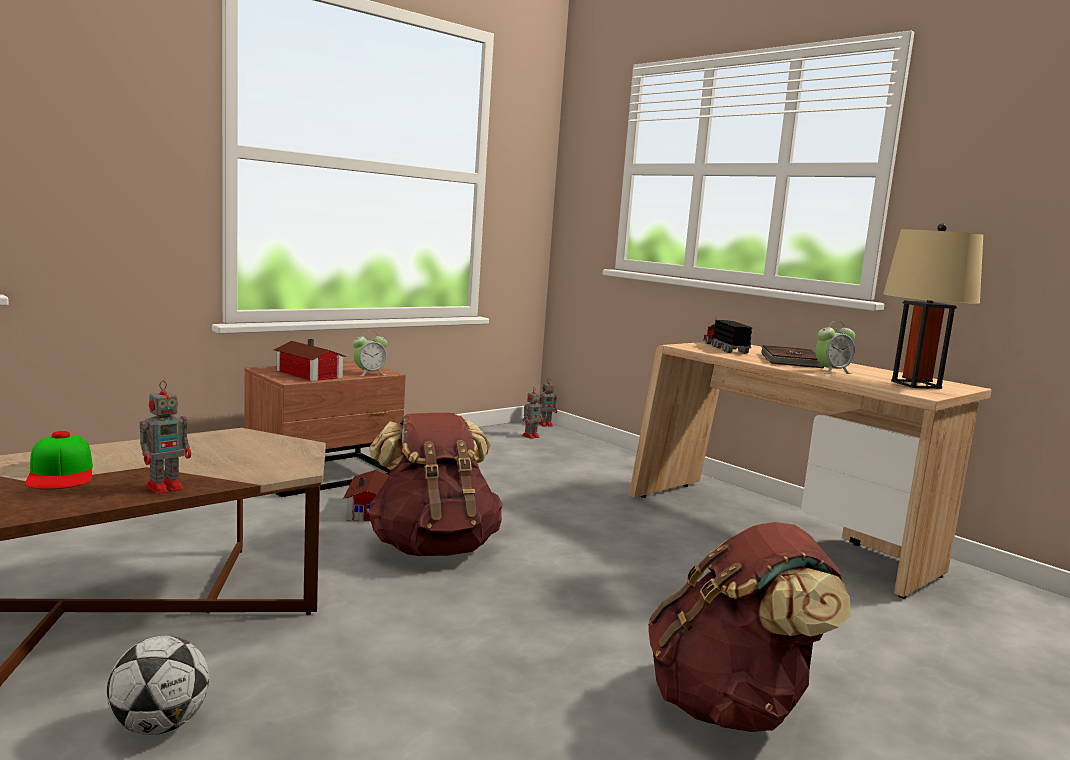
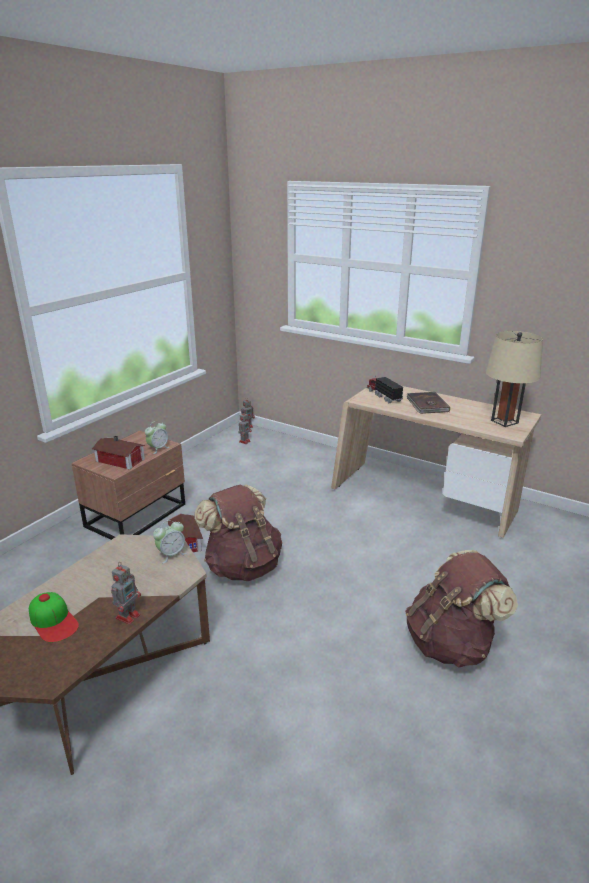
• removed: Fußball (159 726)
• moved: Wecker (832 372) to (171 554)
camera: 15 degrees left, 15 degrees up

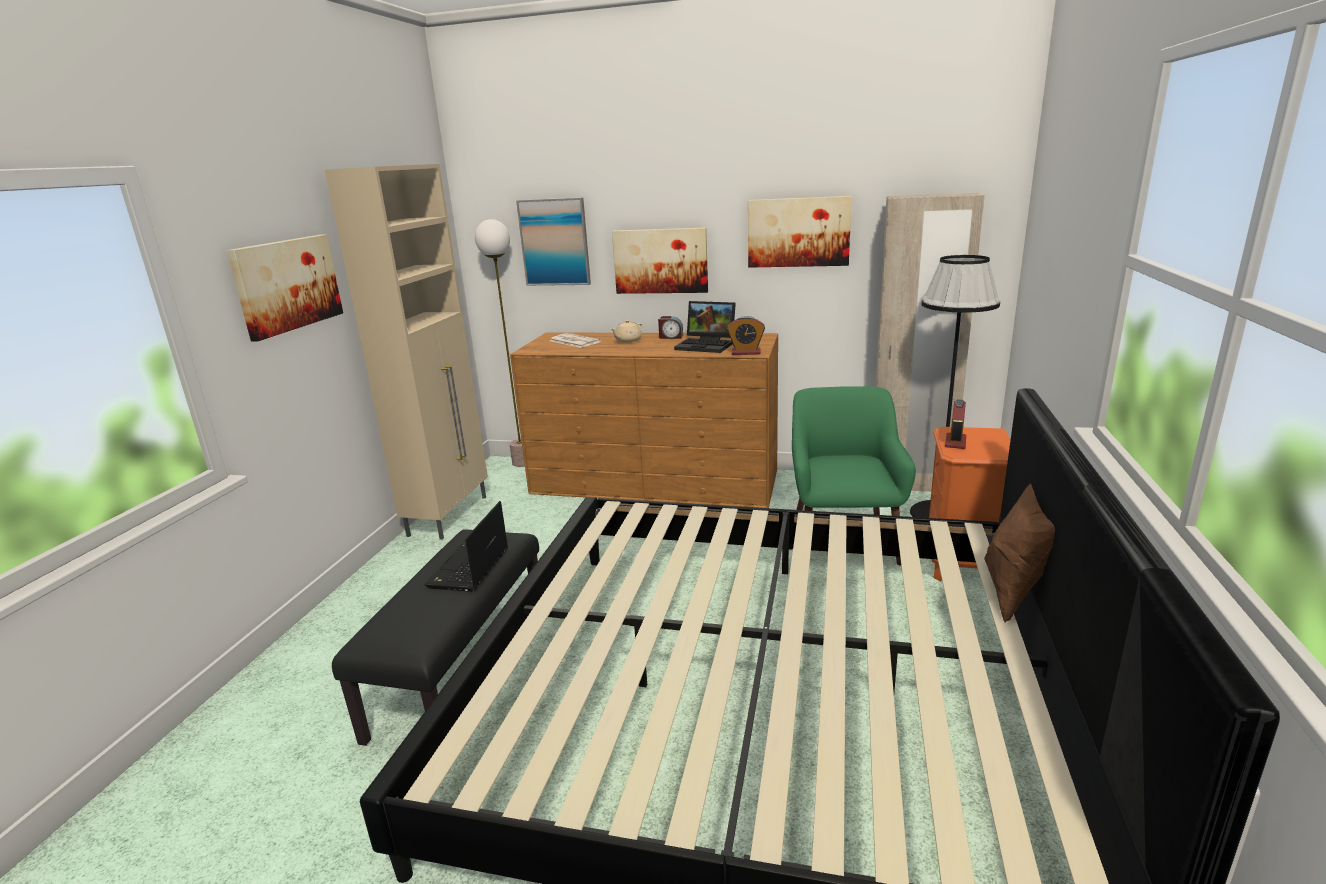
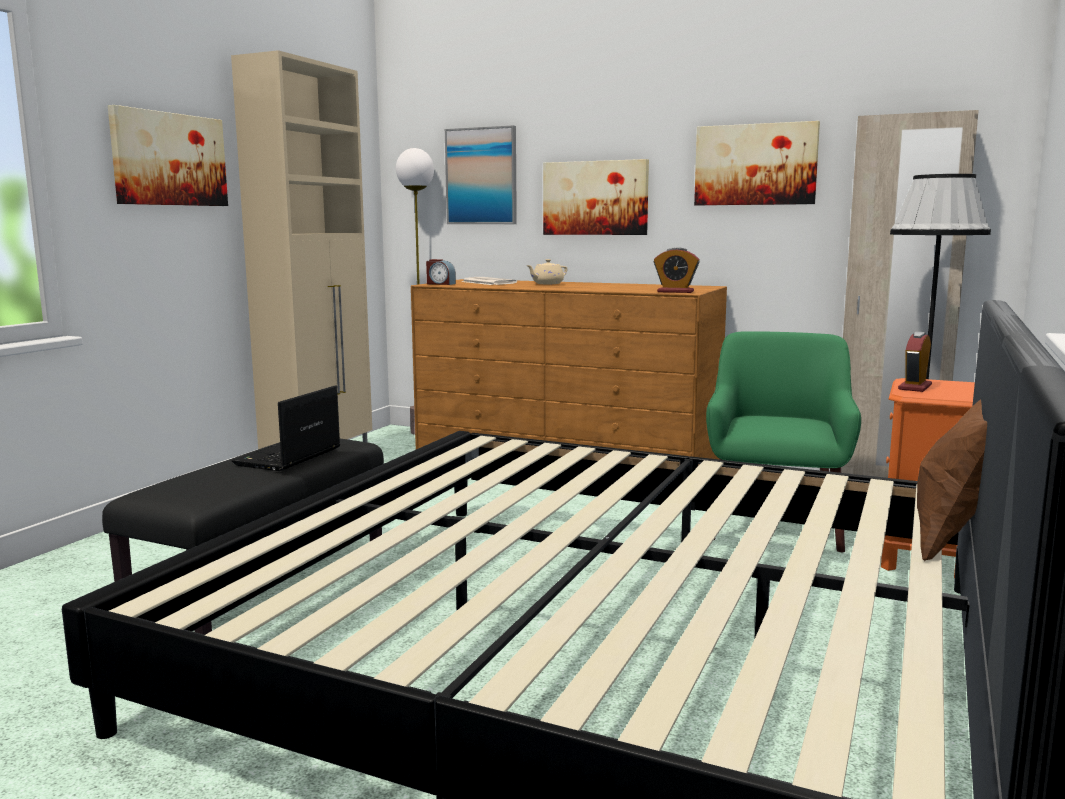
• moved: Wecker (671 337) to (440 284)
• removed: Laptop (707 345)
camera: 10 degrees right, 10 degrees down

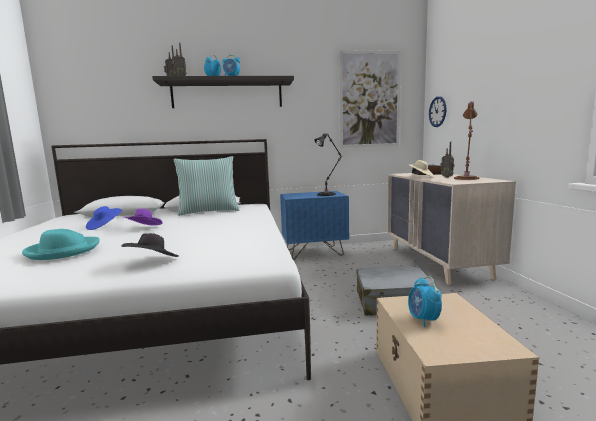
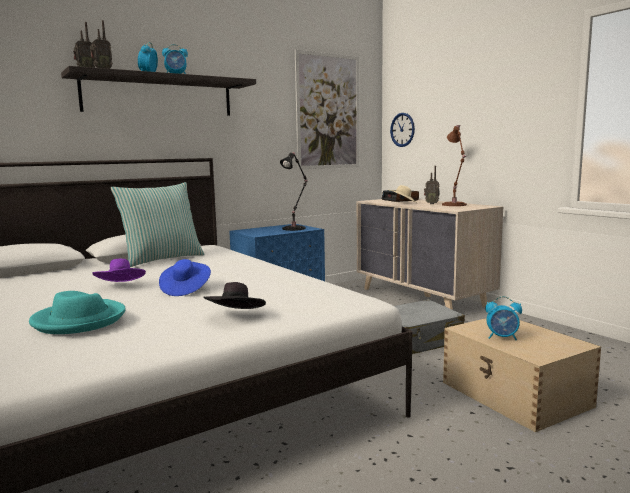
• moved: Hut (blau) (105 226) to (185 289)
• turned: Wecker (423 320) = (502 337) 45 degrees counterclockwise
camera: 25 degrees left, 0 degrees up

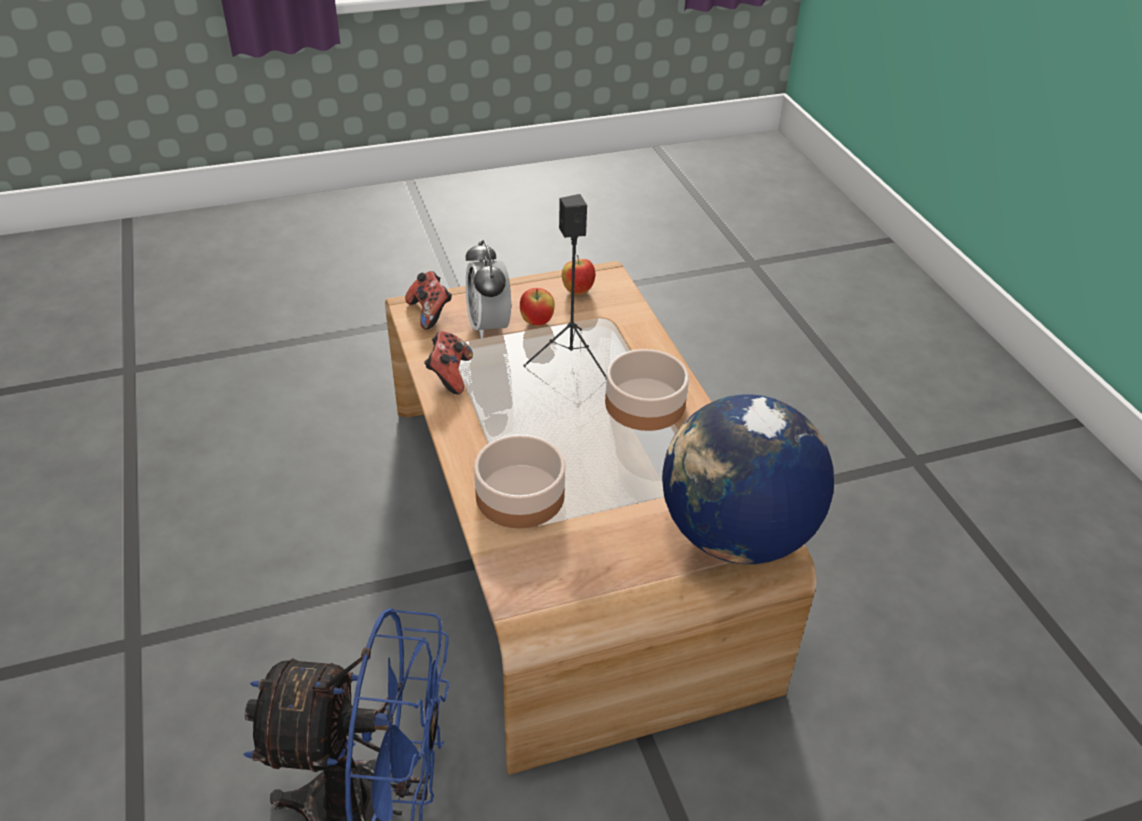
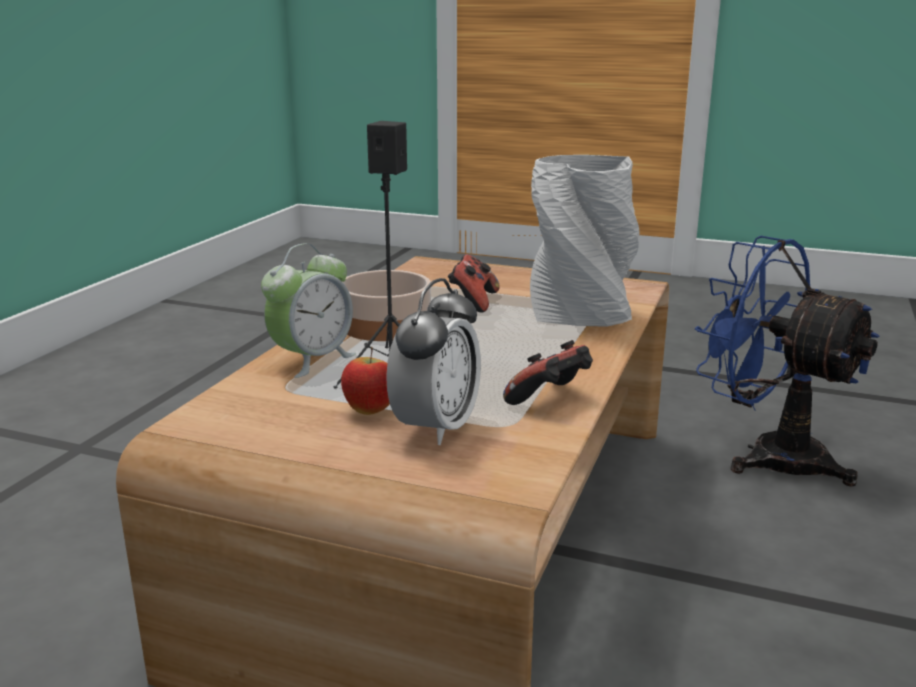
• moved: Gamepad (430 313) to (473 302)
• replaced: Schüssel (518 495) to Vase (grau) (581 315)
• removed: Apfel (578 291)
• removed: Globus (735 535)
• added: Wecker (312 360)
camera: 140 degrees left, 20 degrees down

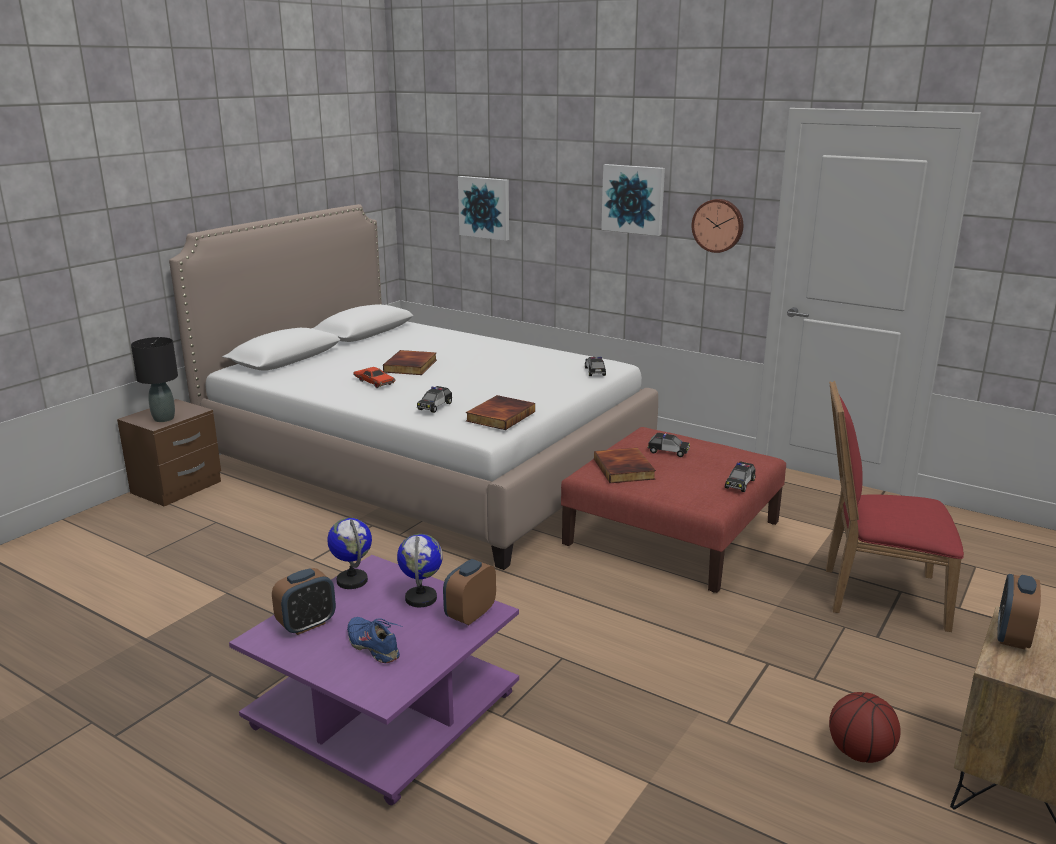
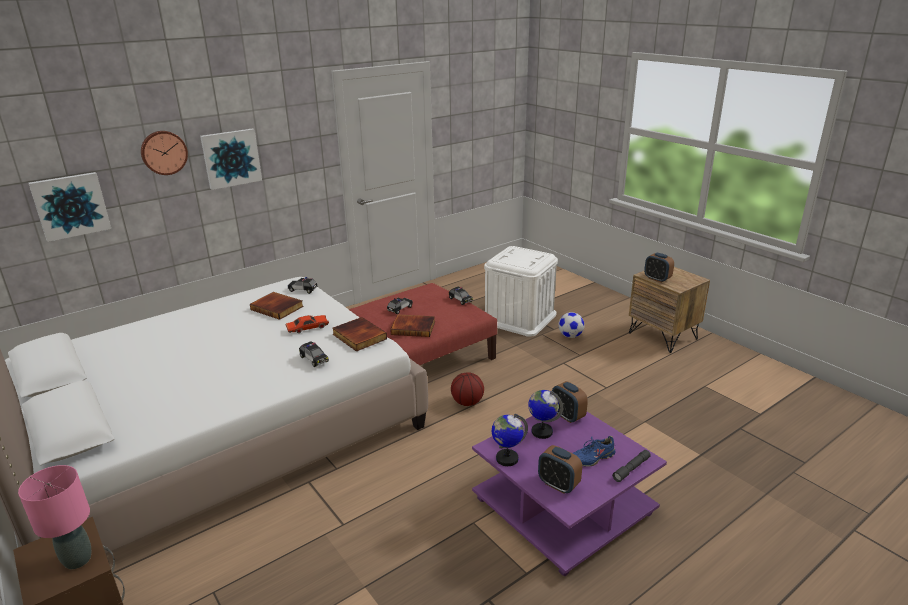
• recoloured: Tischlampe (schwarz) (163 418) to Tischlampe (rosa) (77 560)
• turned: Wecker (307 624) = (558 485) 150 degrees clockwise
• moved: Spielzeugauto (rot) (374 382) to (307 328)
• moved: Buch (411 366) to (278 308)
• moved: Wanduhr (718 225) to (163 152)
• replaced: Stuhl (rot) (875 594) to Aufbewahrungsbox (weiß) (519 318)
• moved: Basketball (859 752) to (467 402)
• added: Fußball (570 336)
• added: Taschenlampe (grau) (631 469)
camera: 70 degrees left, 5 degrees up

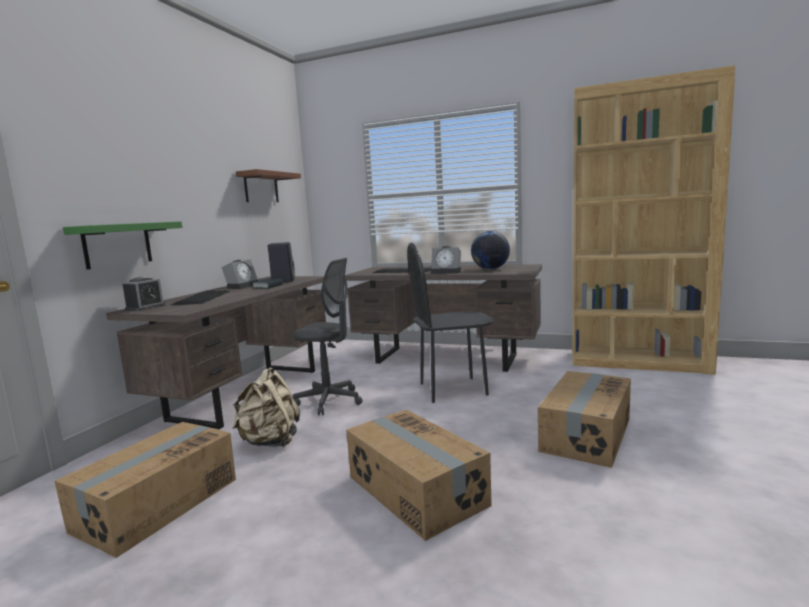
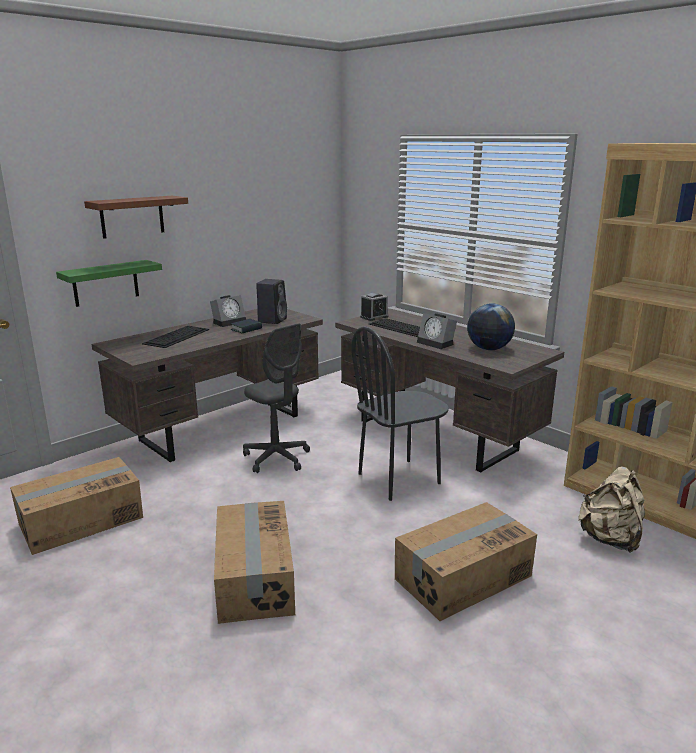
• moved: Wecker (145 307) to (374 317)
• moved: Rucksack (beige) (270 442) to (610 539)
• moved: Wandregal (braun) (261 188) to (132 216)
• turned: Stuhl (schwarz) (453 389) = (399 479) 45 degrees counterclockwise
camera: 25 degrees right, 10 degrees up

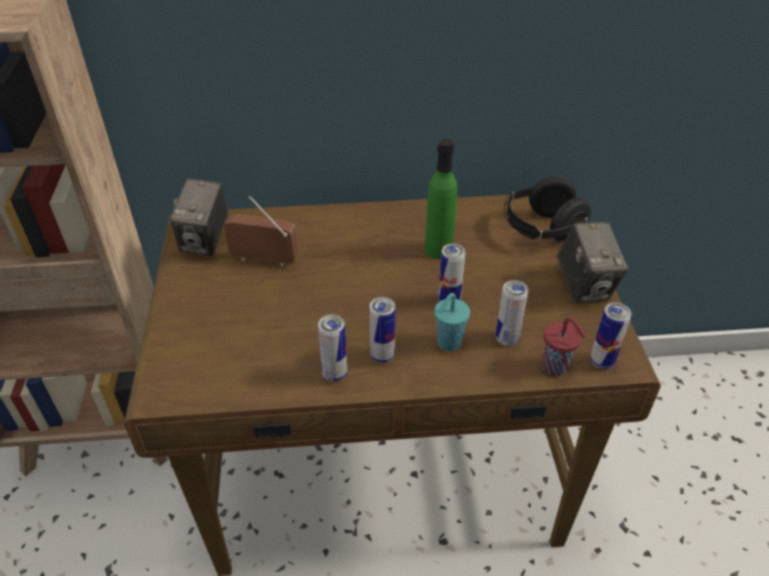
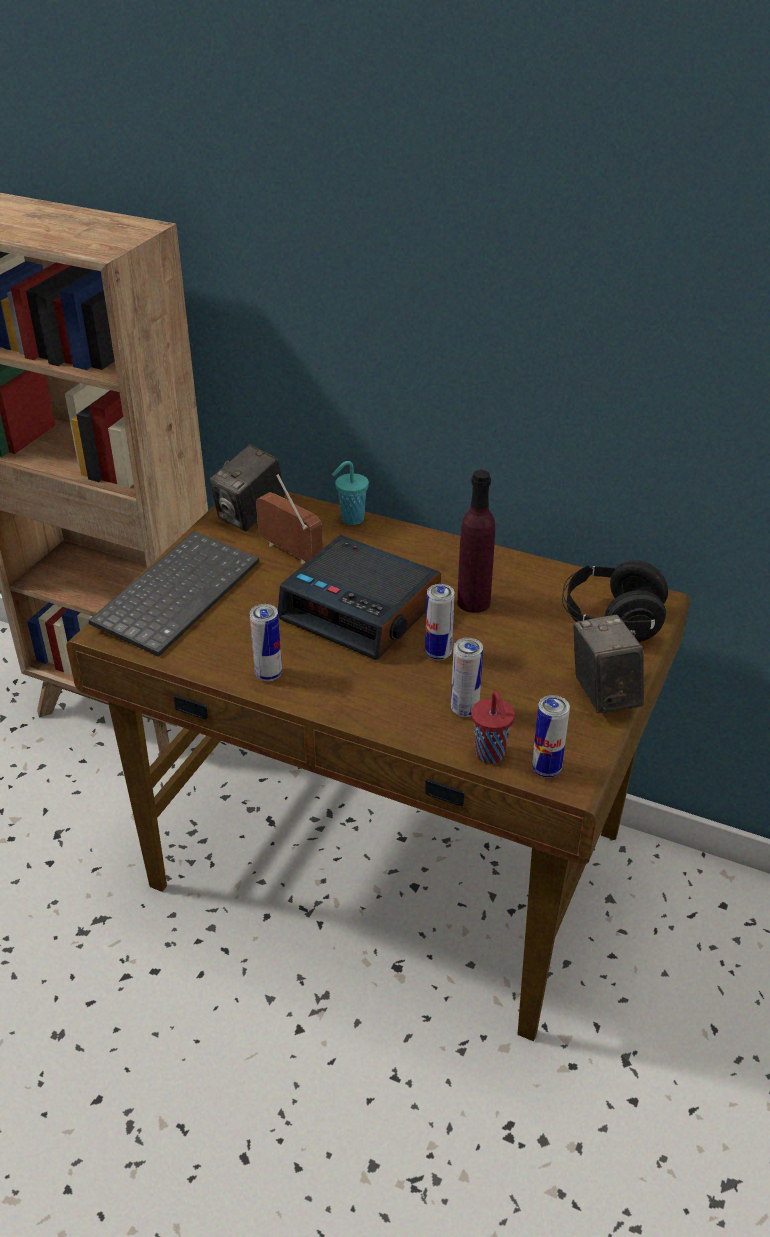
• removed: Dose (382 356)
• recoloured: Flasche (grün) (438 250) to Flasche (lila) (473 602)
• moved: Tasse (türkis) (448 344) to (351 519)
• turned: Kamera (584 286) = (603 694) 150 degrees clockwise
• added: Tastatur (176 593)
• added: Wecker (362 610)
camera: 30 degrees right, 5 degrees down

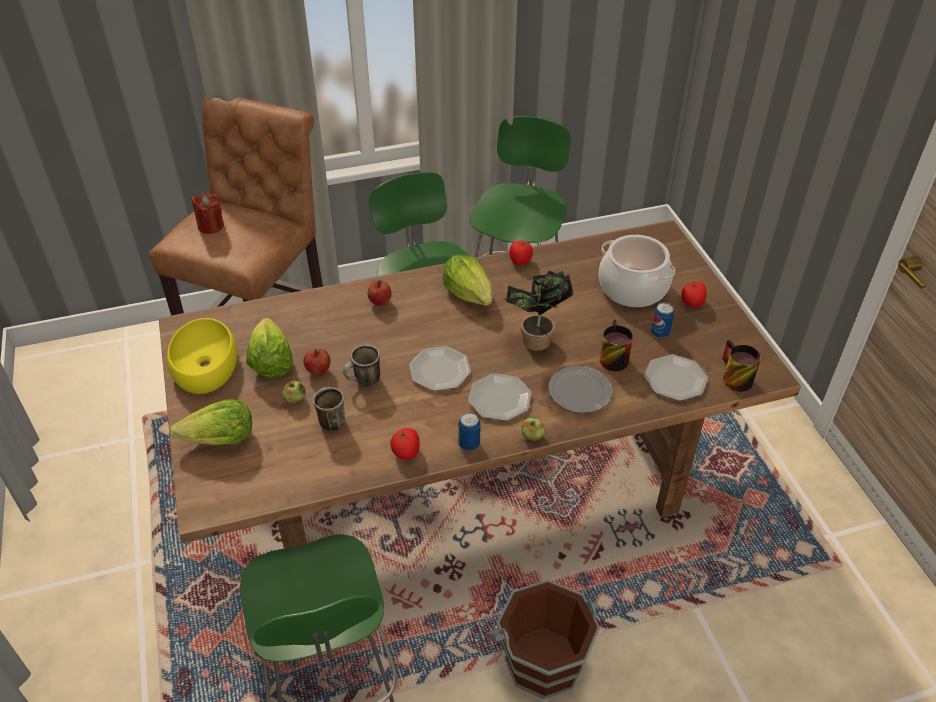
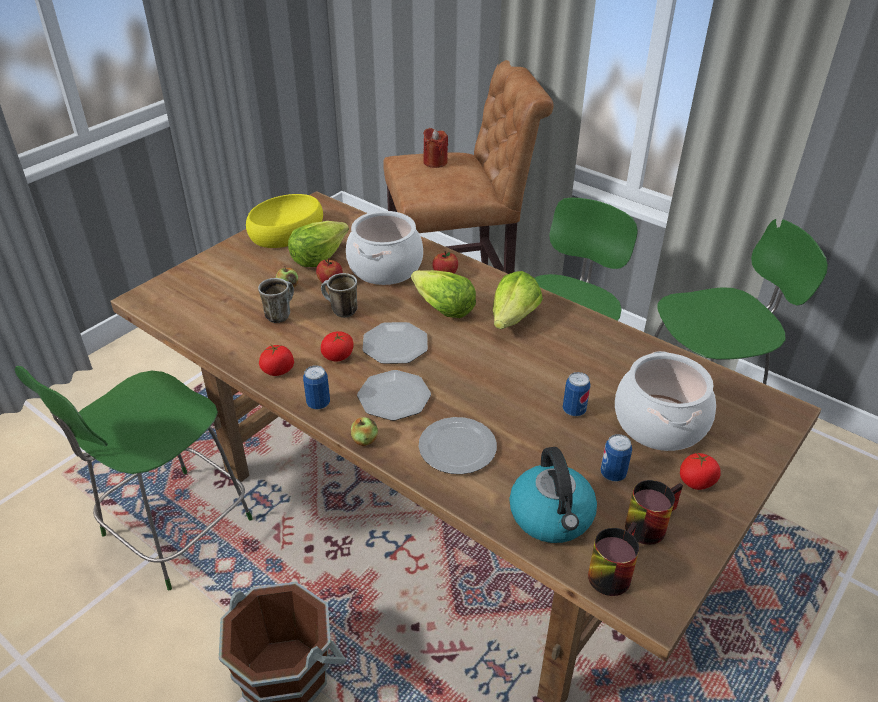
• moved: Salatkopf (220 440) to (442 308)
• removed: Topfpflanze (535 343)
• moved: Tomate (520 261) to (338 356)
• moved: Henkelbecher (610 357) to (648 522)
• replaced: Teller (675 379) to Wasserkessel (552 517)
• added: Kochtopf (385 267)
• added: Dose (574 410)
camera: 55 degrees right, 5 degrees down

